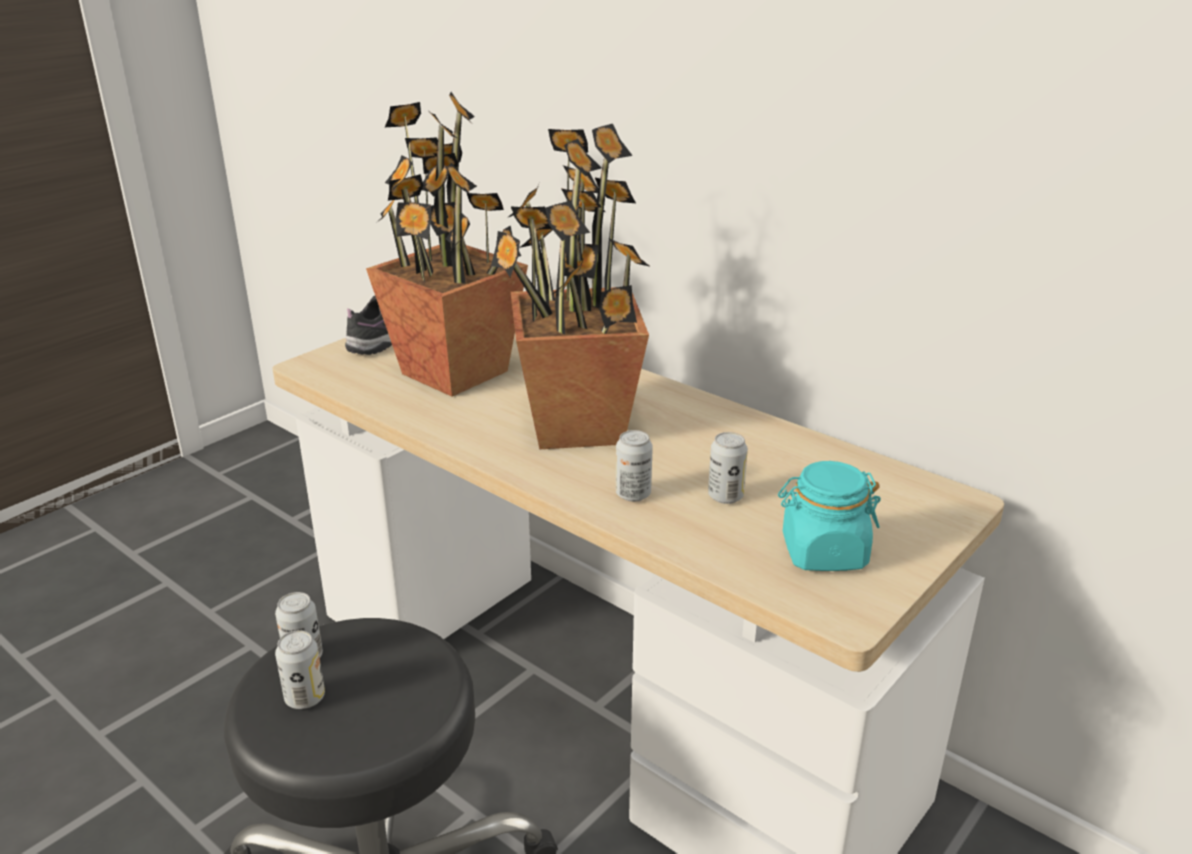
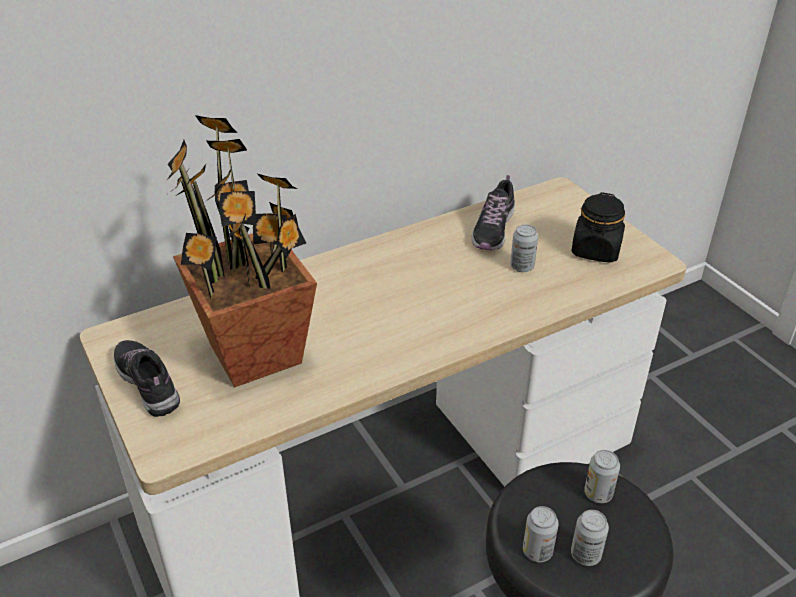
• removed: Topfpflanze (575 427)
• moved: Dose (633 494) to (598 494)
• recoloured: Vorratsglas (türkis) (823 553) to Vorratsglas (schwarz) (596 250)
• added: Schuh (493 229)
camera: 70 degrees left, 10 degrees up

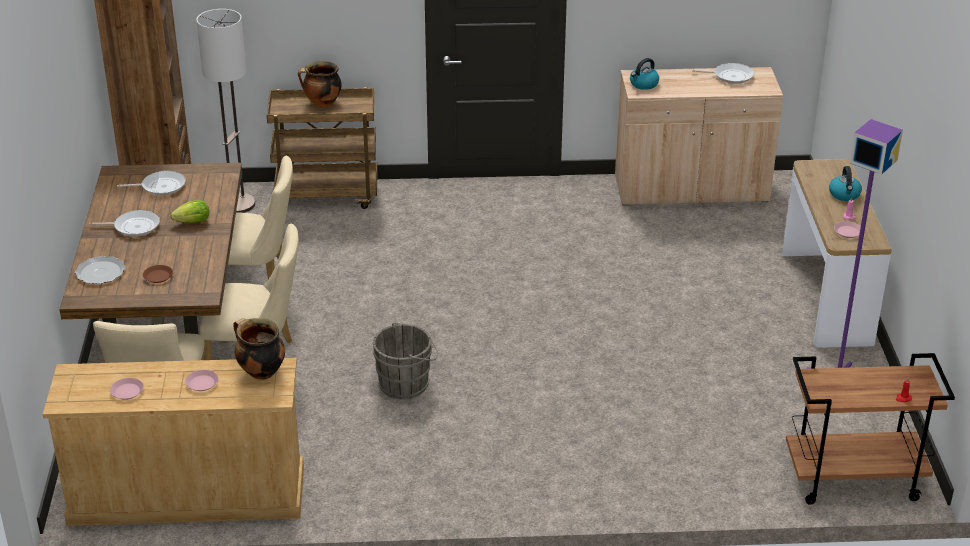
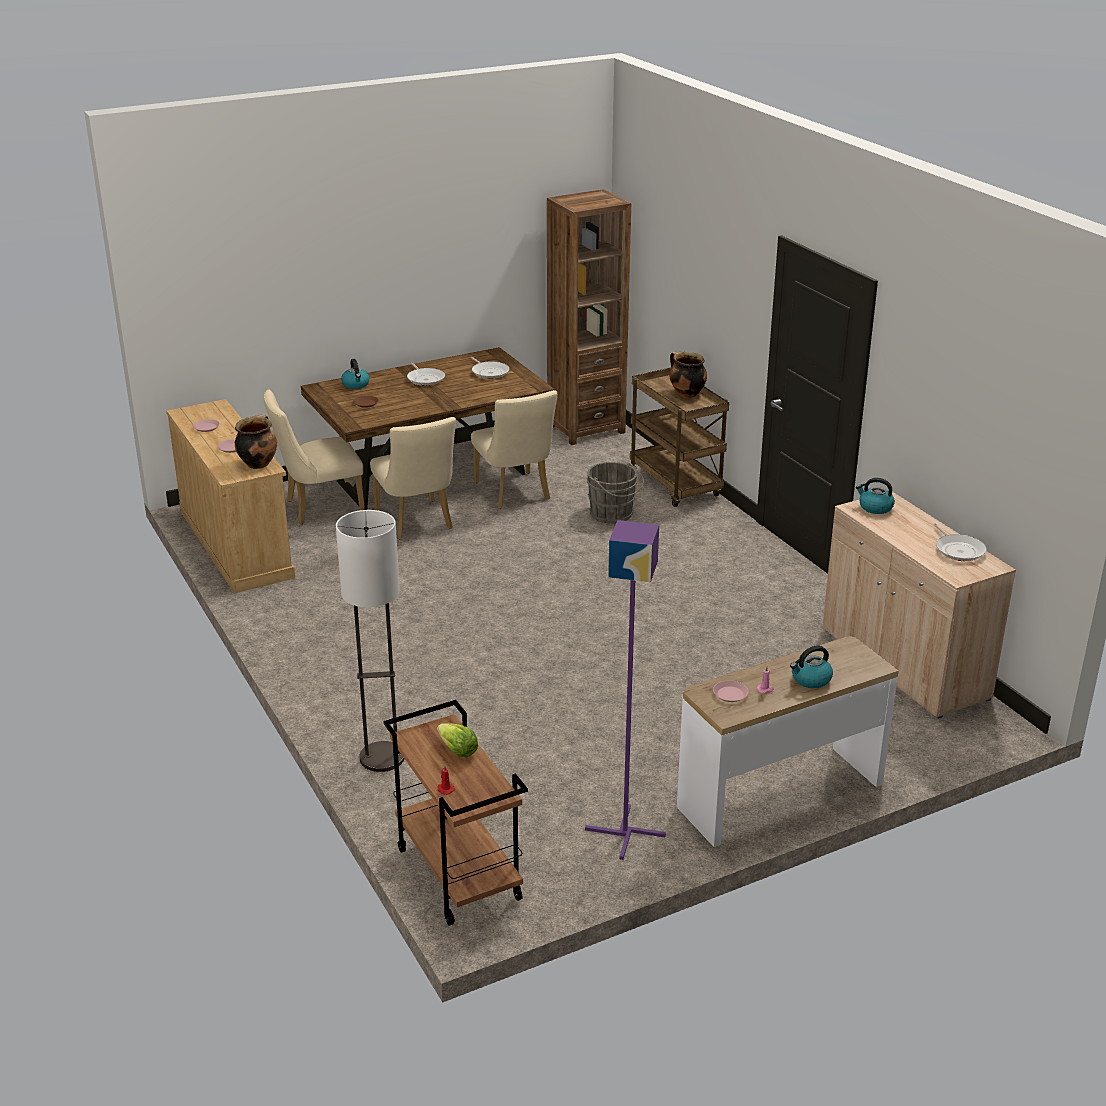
• replaced: Teller (100 272) to Wasserkessel (356 385)
• moved: Salatkopf (193 222) to (458 751)
• moved: Stehlampe (238 204) to (382 758)
• moved: Eimer (grau) (407 383) to (613 515)
camera: 65 degrees right, 5 degrees down

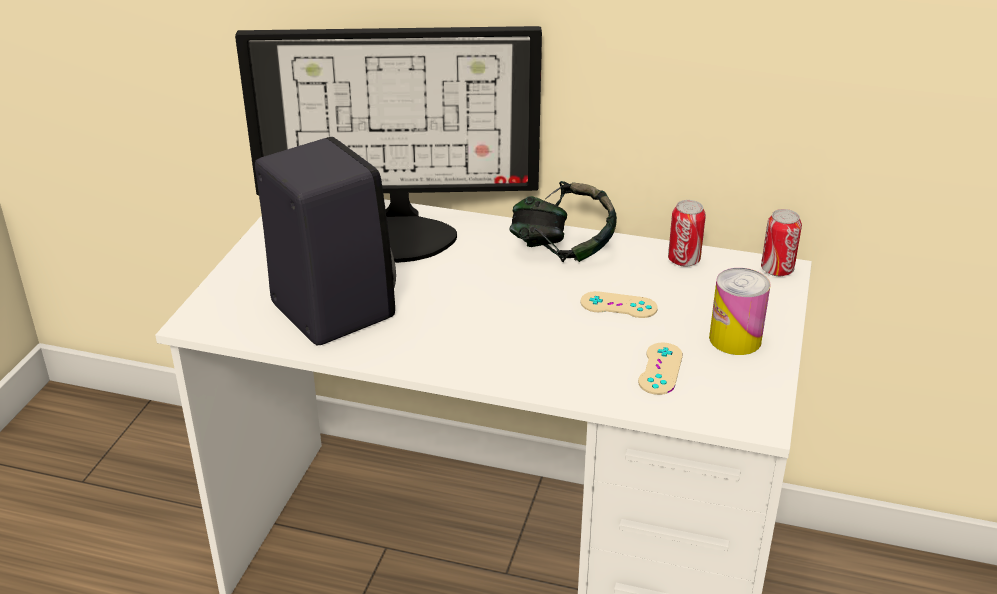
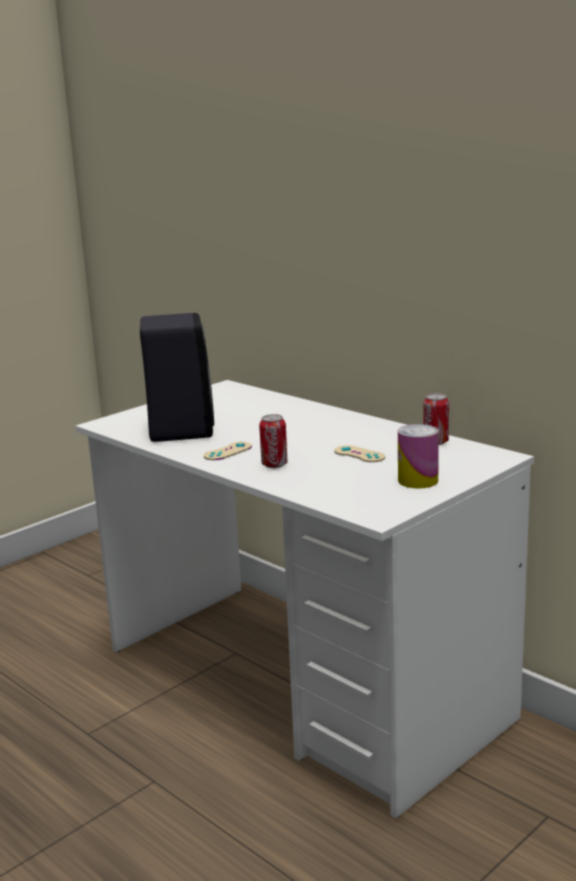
• removed: Monitor (401 232)
• removed: Kopfhörer (562 250)
• moved: Gamepad (beige) (660 369) to (228 451)
• moved: Dose (777 270) to (274 465)
camera: 30 degrees right, 15 degrees down

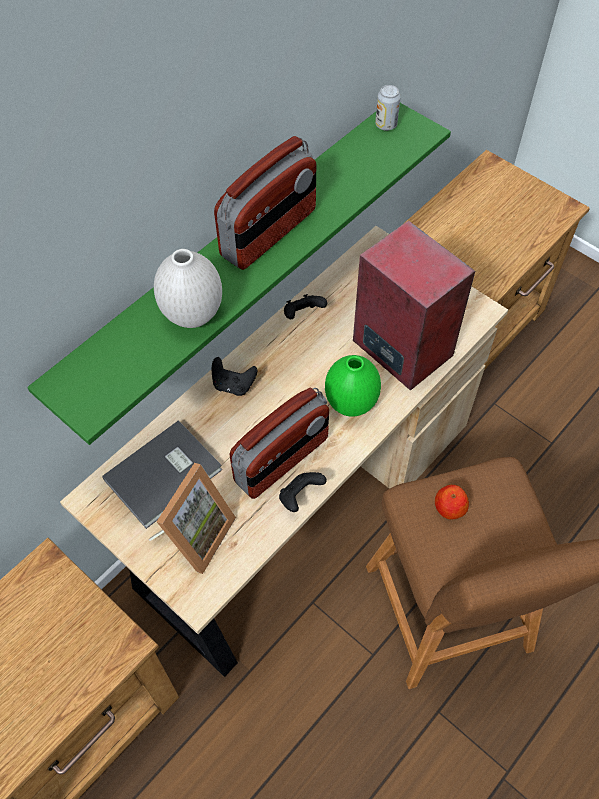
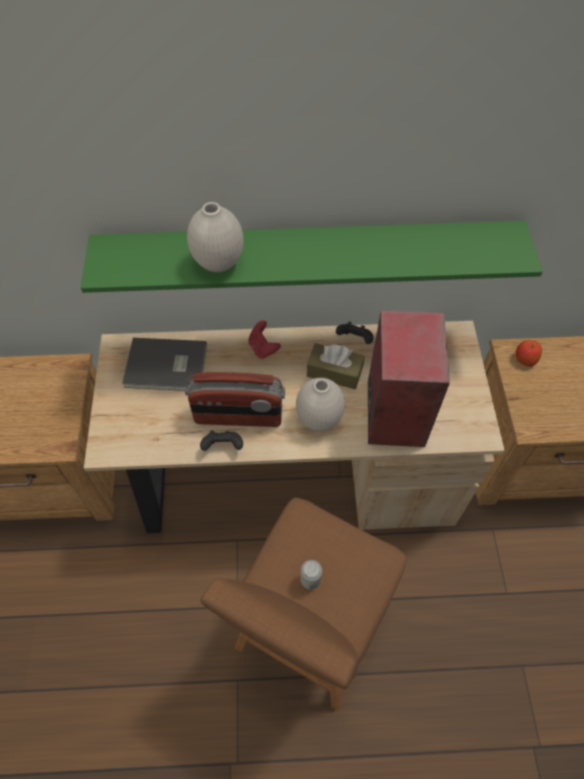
• removed: Bilderrahmen (195 534)
• recoloured: Gamepad (schwarz) (233 385) to Gamepad (rot) (263 348)
• removed: Radio (269 233)
• recoloured: Vase (grün) (350 404) to Vase (weiß) (319 419)
• moved: Dose (386 125) to (310 579)
• moved: Apfel (449 508) to (525 359)
• added: Taschentuchbox (braun) (334 372)
camera: 45 degrees right, 0 degrees up

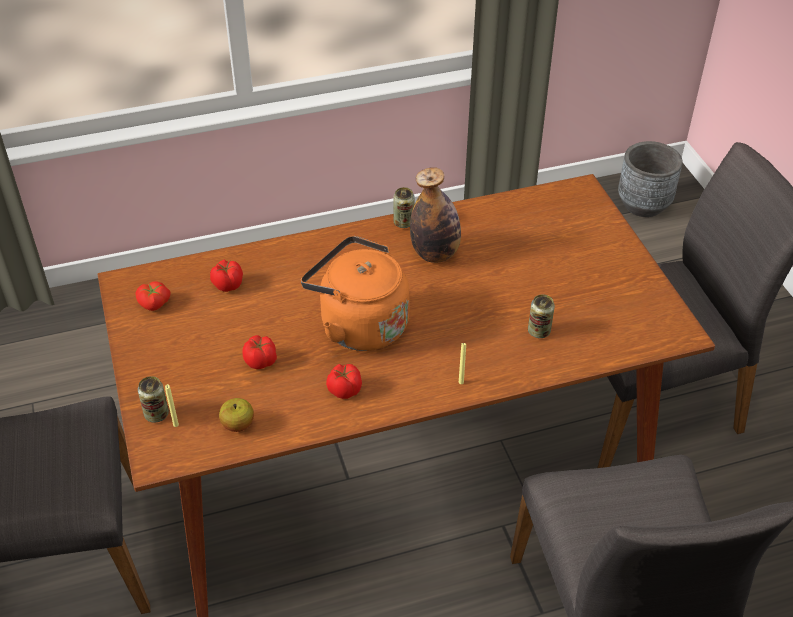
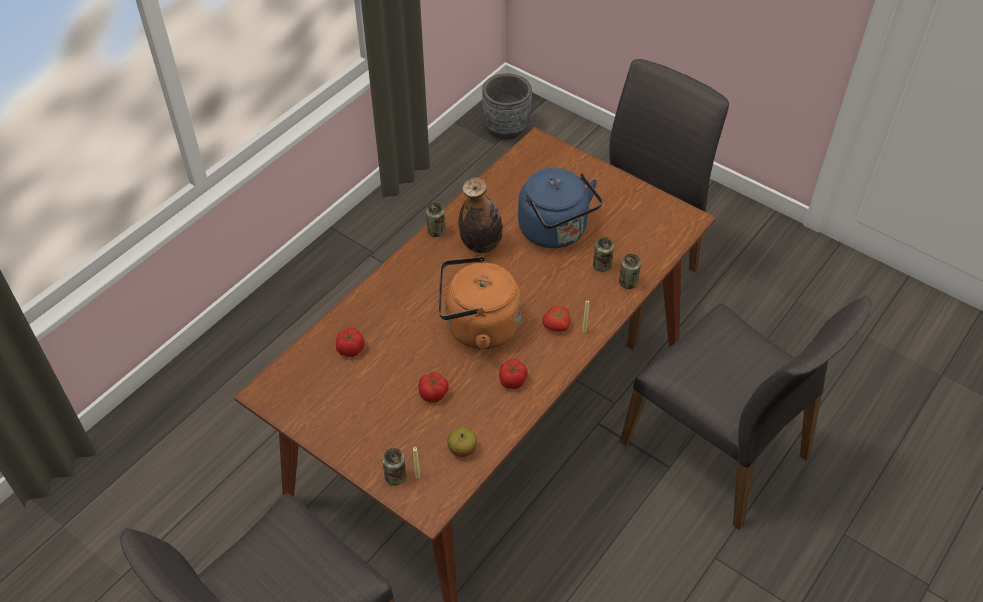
• moved: Tomate (154 304) to (557 325)
• added: Wasserkessel (blau) (556 232)
• added: Dose (628 283)
camera: 35 degrees left, 5 degrees up

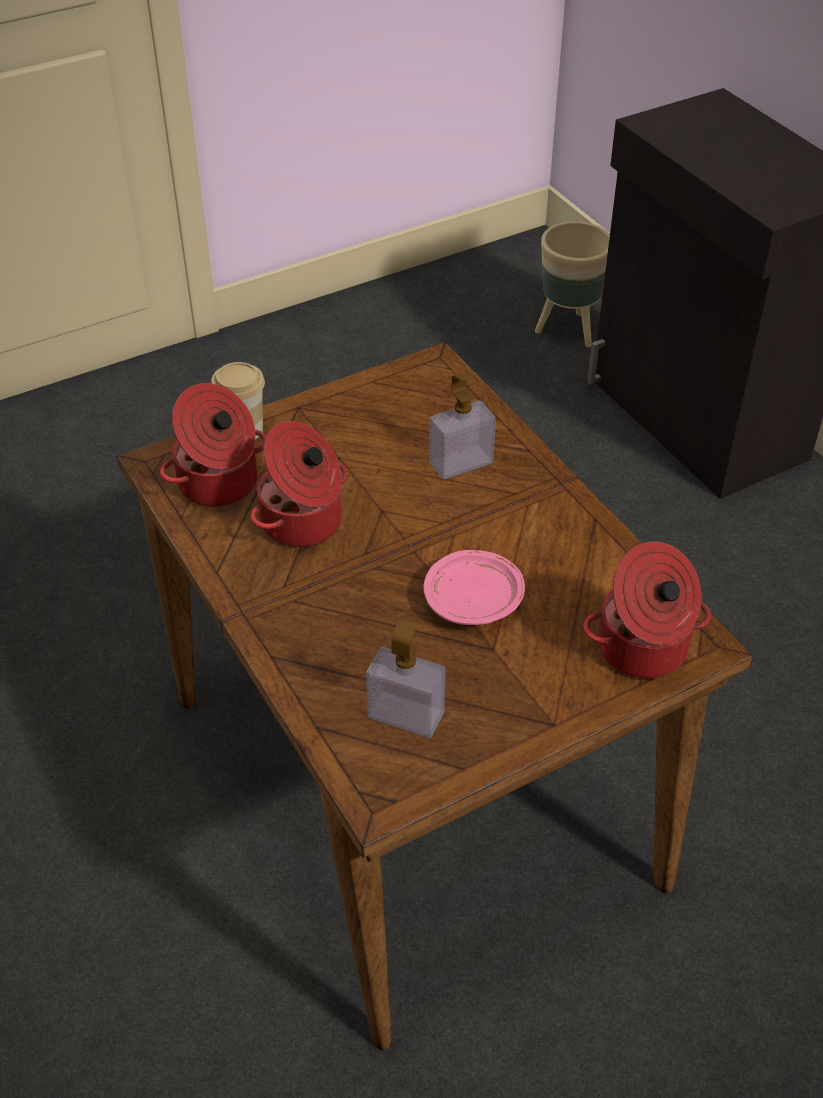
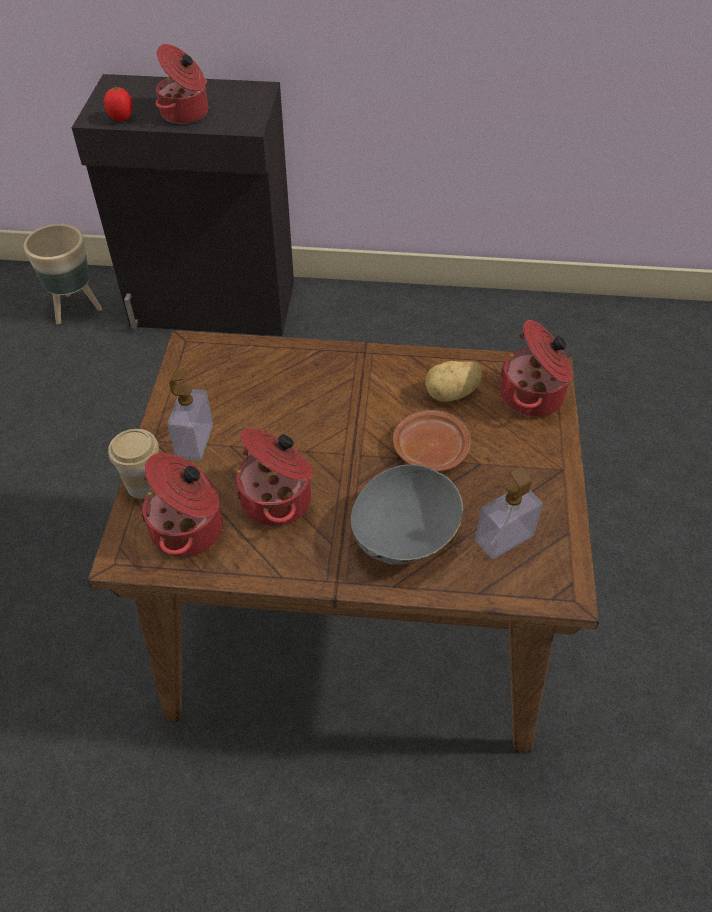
• recoloured: Teller (rosa) (473 599) to Teller (braun) (430 449)
• moved: Seifenspender (461 463) to (194 441)
• added: Tomate (122 119)
• added: Kochtopf (186 113)
• added: Schüssel (grau) (405 537)
• added: Kartoffel (452 394)
camera: 55 degrees left, 5 degrees up

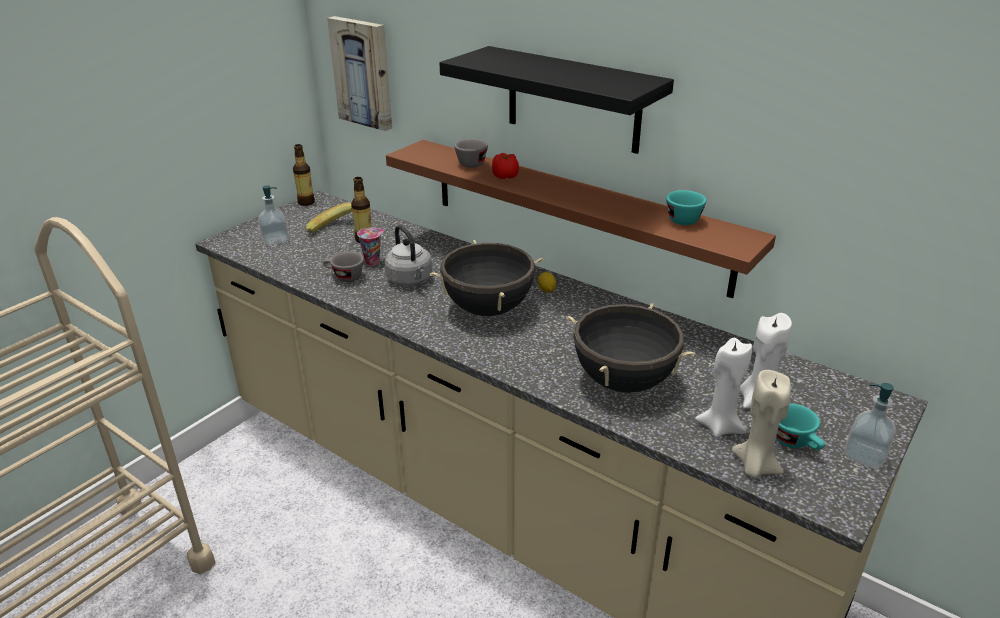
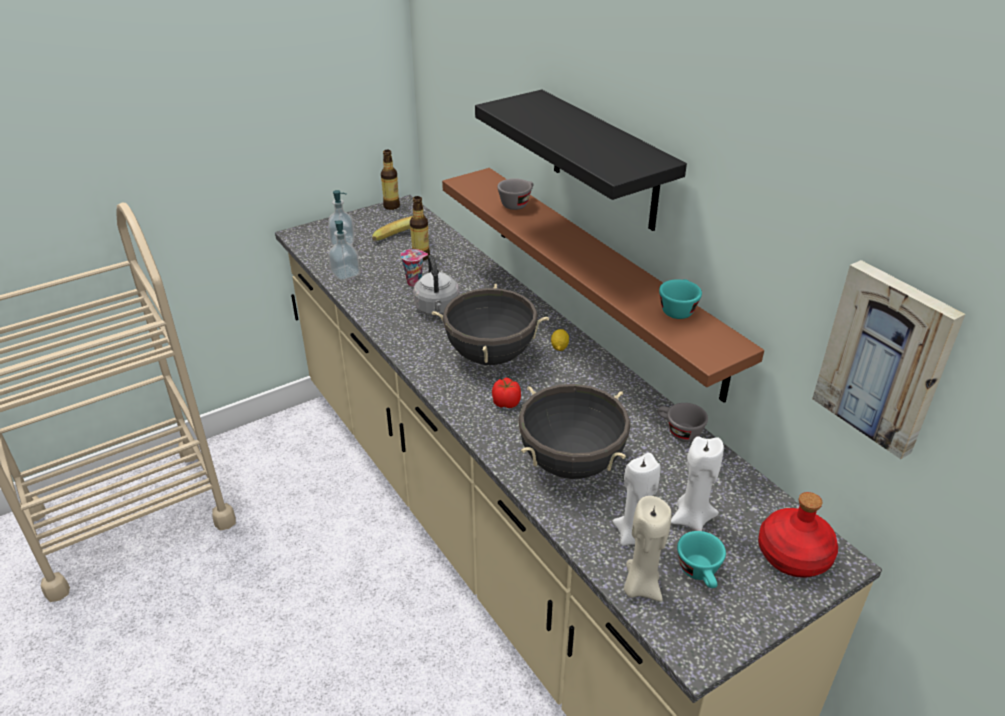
• moved: Tasse (grau) (344 277) to (678 432)
• moved: Bild (363 73) to (886 358)
• moved: Tomate (505 176) to (506 402)
• moved: Seifenspender (865 455) to (345 274)
• added: Flasche (rot) (794 555)
camera: 20 degrees right, 5 degrees up

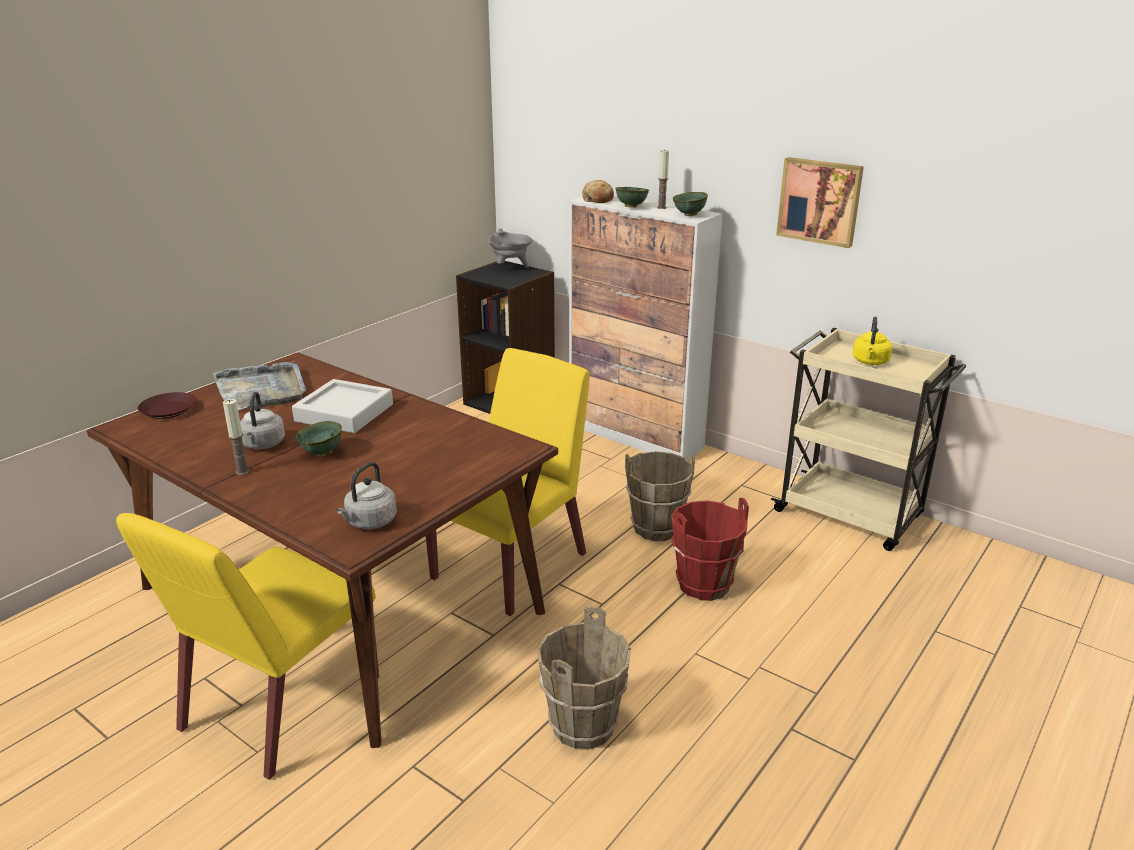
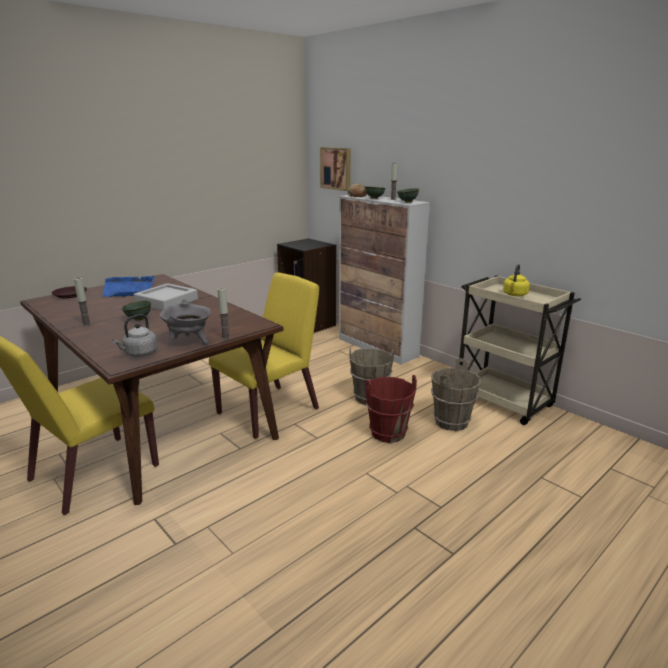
• recoloured: Tablett (grau) (262 390) to Tablett (blau) (129 289)
• removed: Wasserkessel (grau) (263 445)
• moved: Kochtopf (grau) (510 267) to (189 342)
• moved: Eimer (braun) (584 726) to (452 422)
• moved: Bild (820 201) to (336 168)
• added: Kerze (225 338)
camera: 10 degrees right, 5 degrees down

